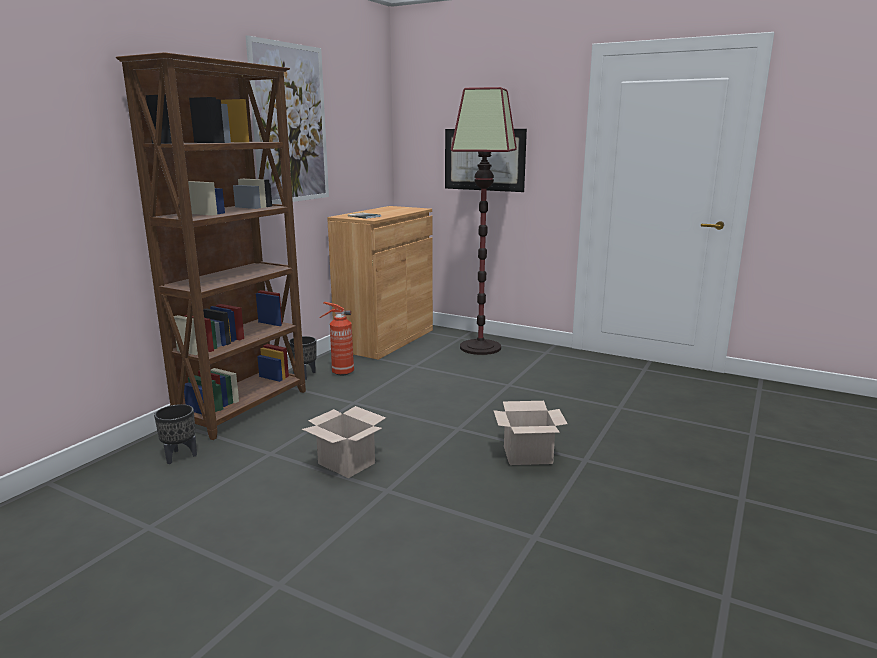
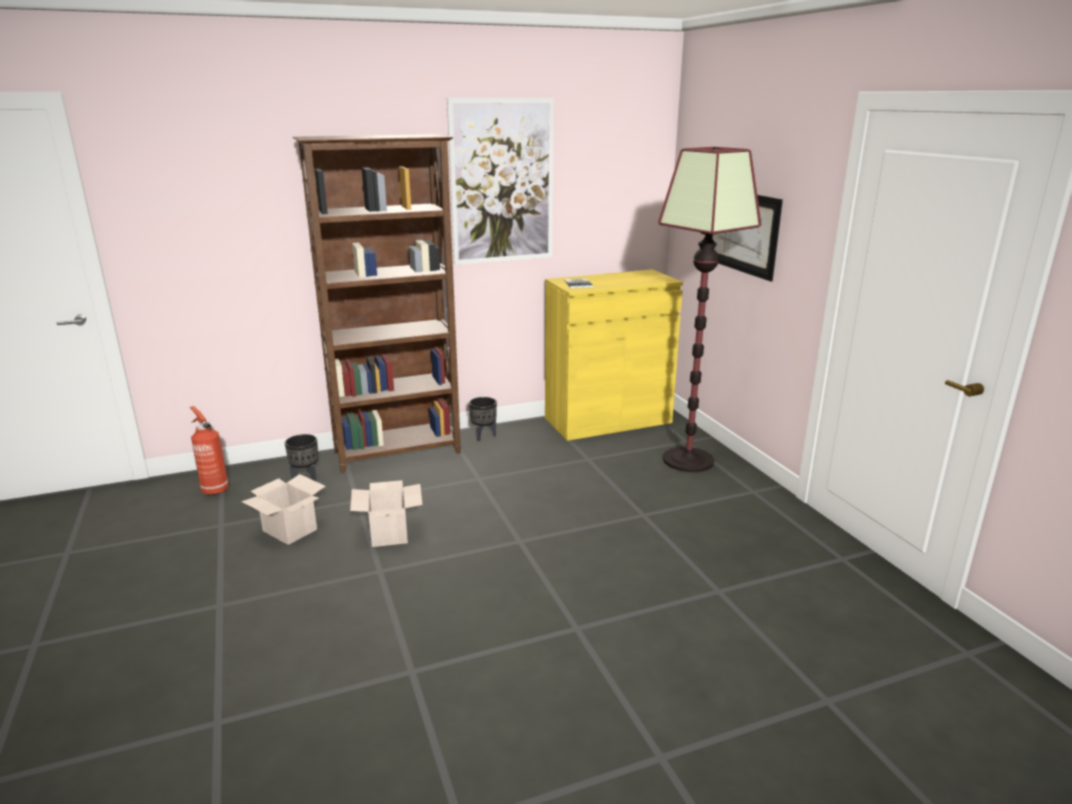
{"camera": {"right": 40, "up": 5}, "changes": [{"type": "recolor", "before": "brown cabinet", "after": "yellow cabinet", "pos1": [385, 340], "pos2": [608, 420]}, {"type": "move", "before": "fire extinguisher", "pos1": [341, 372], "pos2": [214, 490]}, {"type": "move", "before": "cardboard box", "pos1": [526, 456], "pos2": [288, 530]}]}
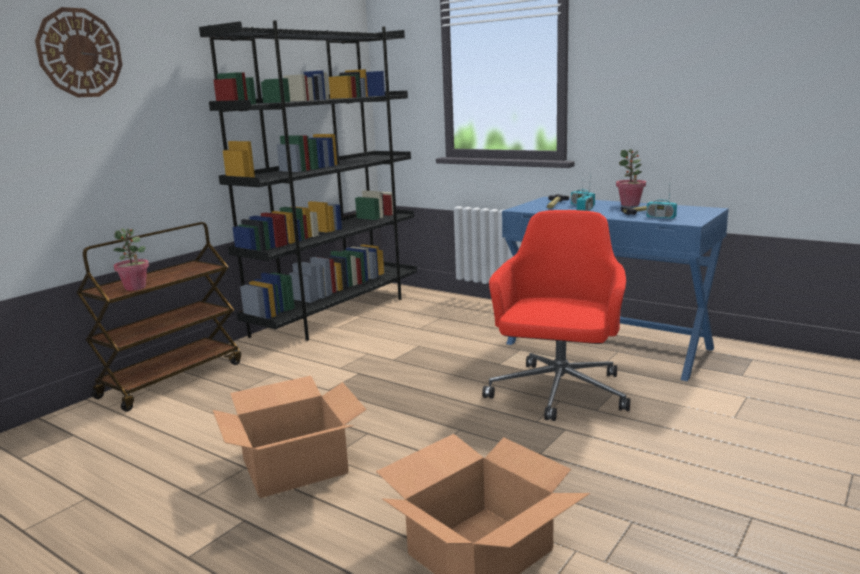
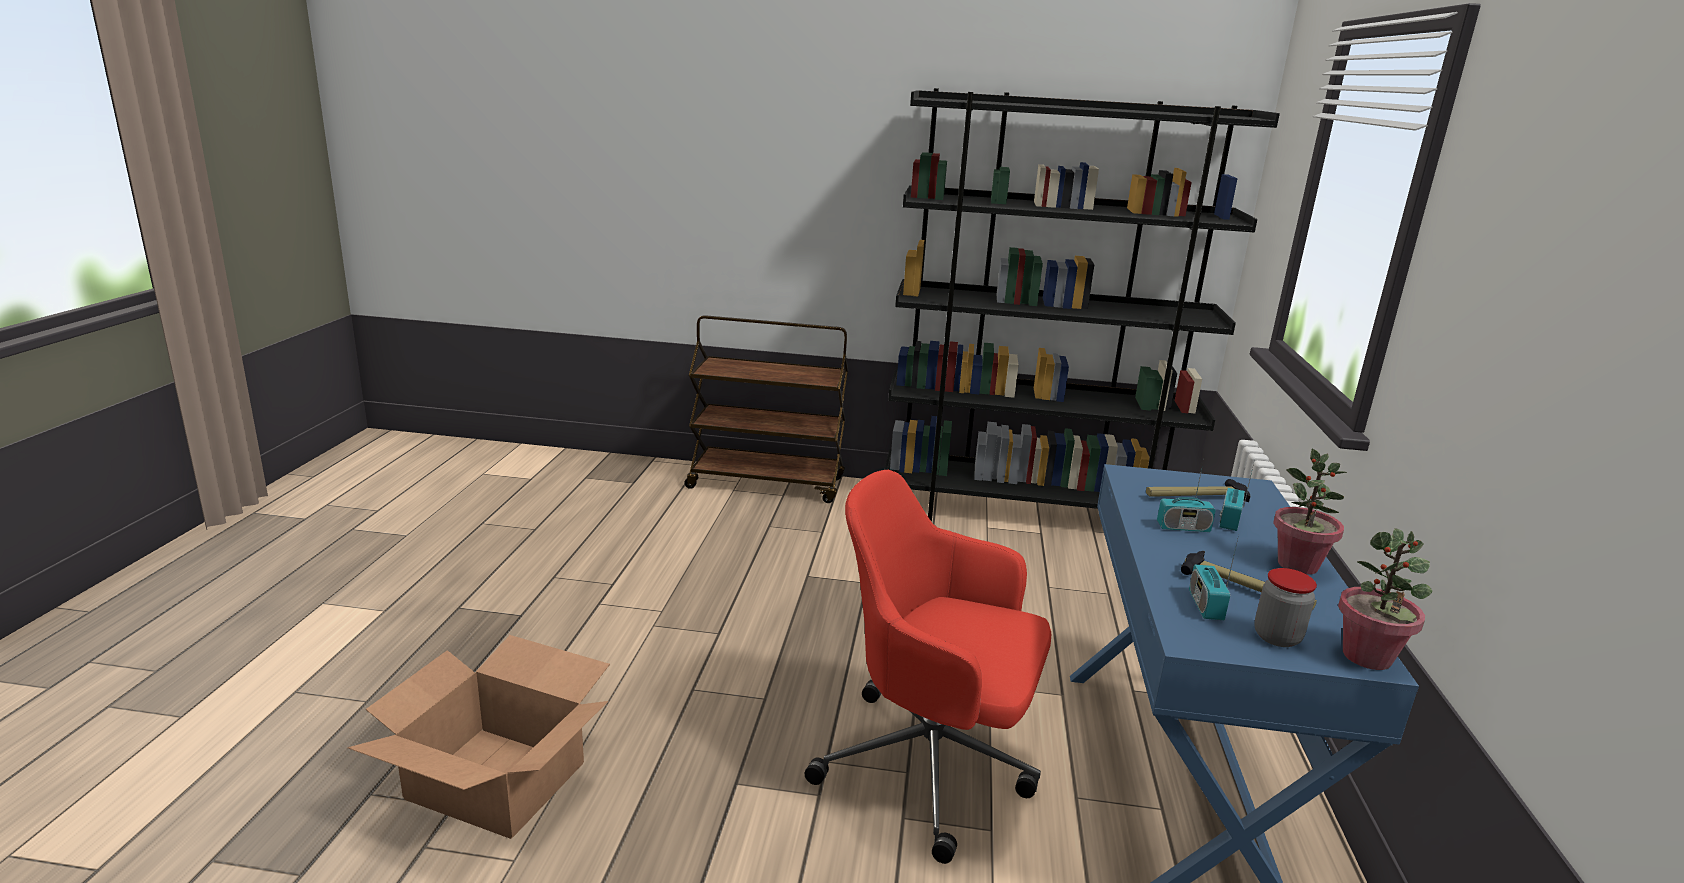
{"camera": {"right": 60, "up": 5}, "changes": [{"type": "delete", "before": "wall clock", "pos1": [79, 53]}, {"type": "rotate", "before": "red office chair", "pos1": [558, 393], "pos2": [932, 766], "turn": -150}, {"type": "move", "before": "potted plant", "pos1": [135, 288], "pos2": [1367, 657]}, {"type": "delete", "before": "cardboard box", "pos1": [294, 466]}, {"type": "insert", "after": "jar", "pos2": [1277, 637]}]}
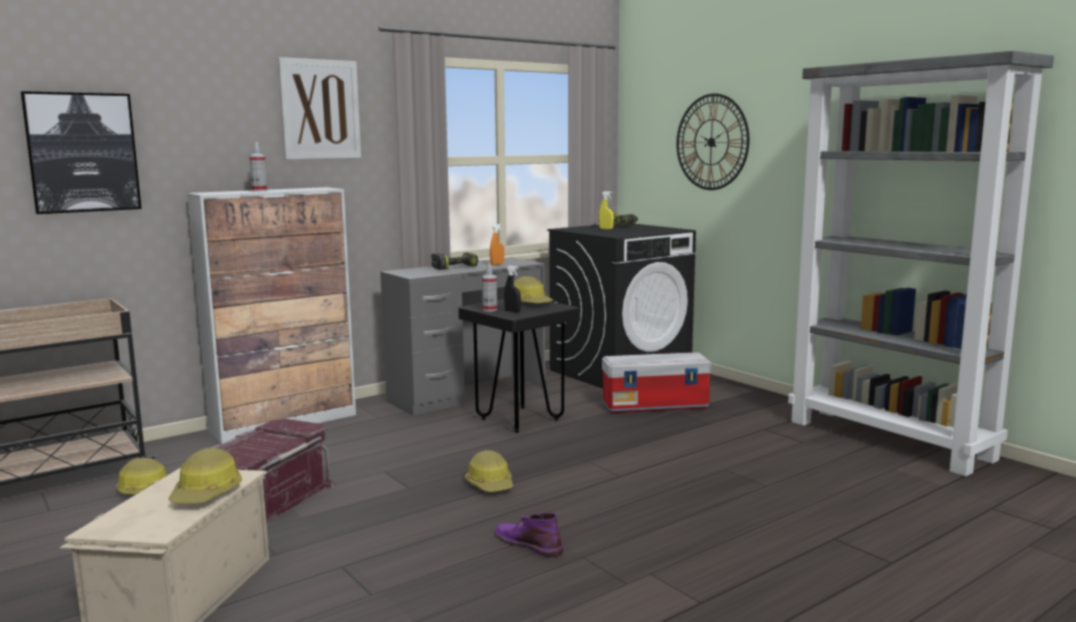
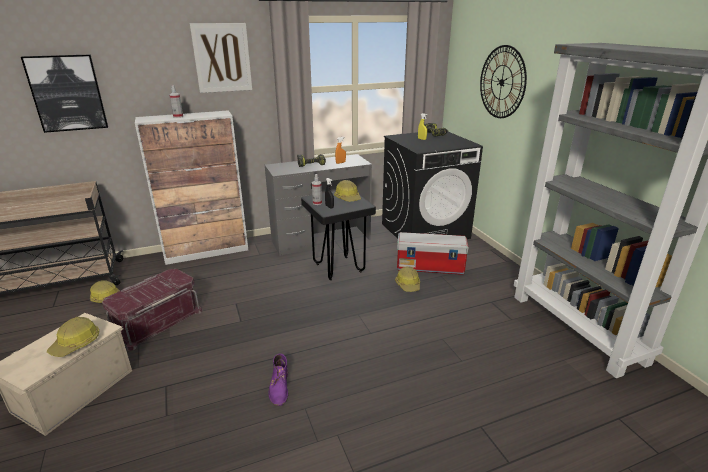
{"camera": {"right": 15, "up": 15}, "changes": [{"type": "move", "before": "hard hat", "pos1": [490, 484], "pos2": [408, 285]}, {"type": "rotate", "before": "purple boot", "pos1": [528, 543], "pos2": [279, 387], "turn": -150}]}
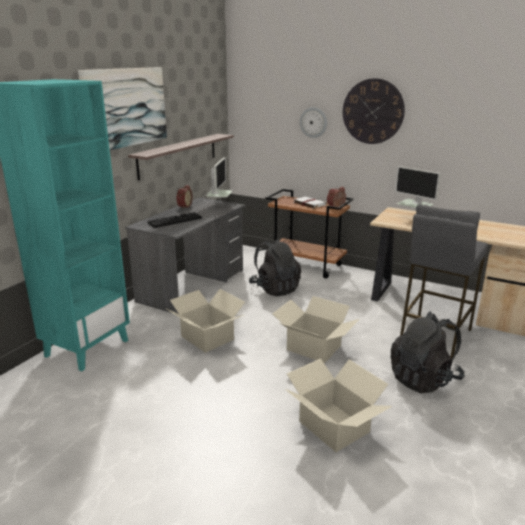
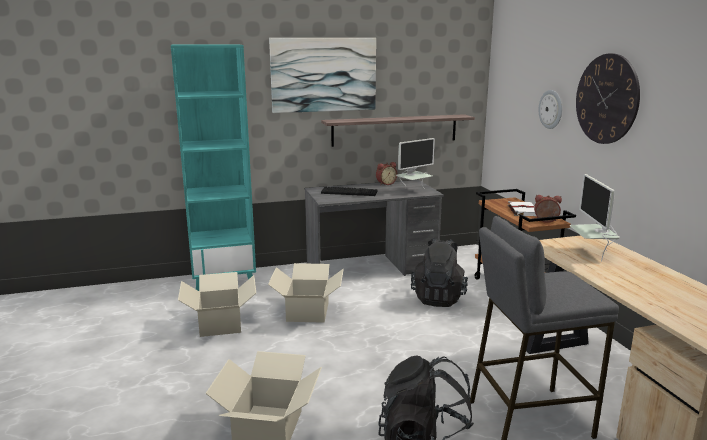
{"camera": {"right": 45, "up": -5}, "changes": [{"type": "move", "before": "cardboard box", "pos1": [314, 347], "pos2": [221, 323]}]}
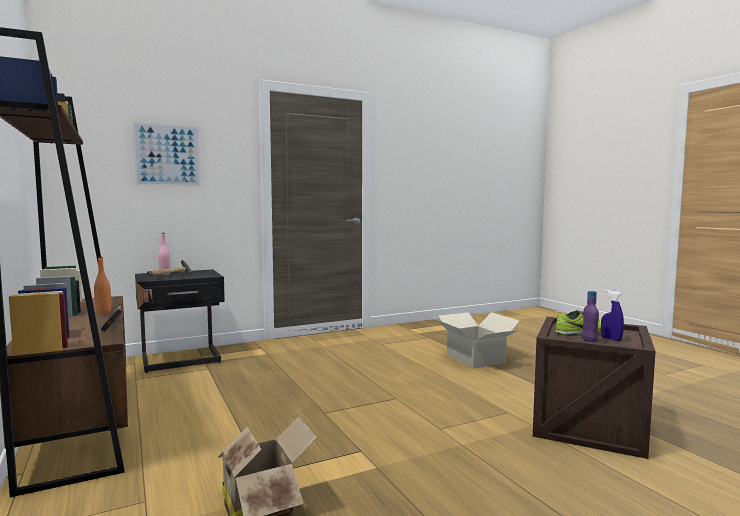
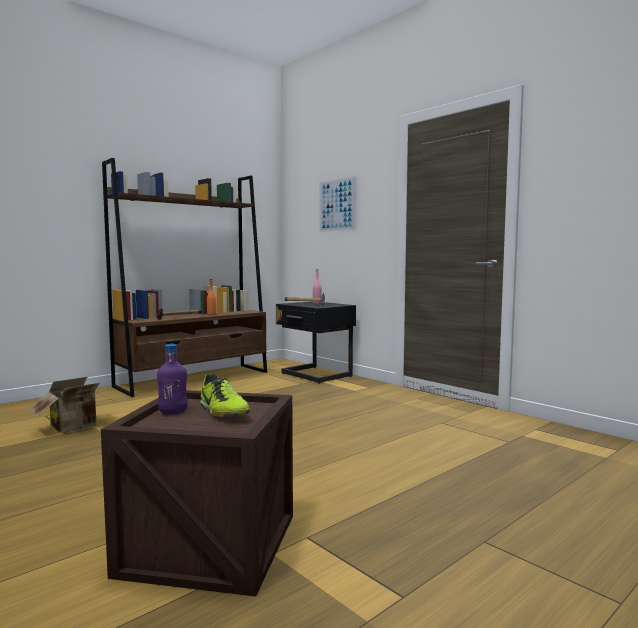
{"camera": {"right": 75, "up": 0}, "changes": [{"type": "delete", "before": "blue spray bottle", "pos1": [611, 339]}, {"type": "delete", "before": "cardboard box", "pos1": [476, 359]}]}
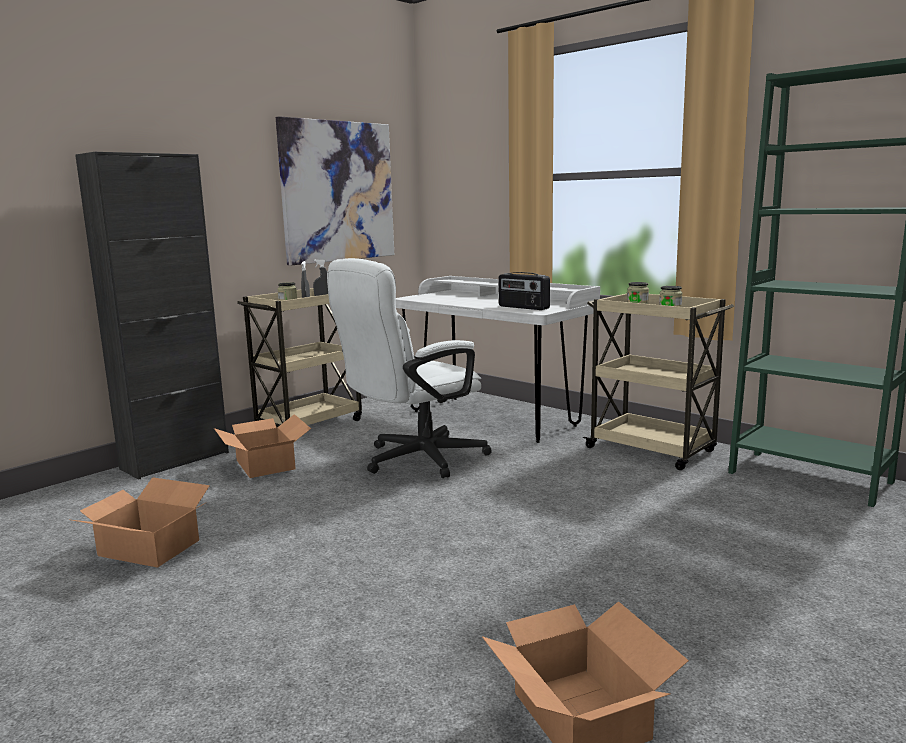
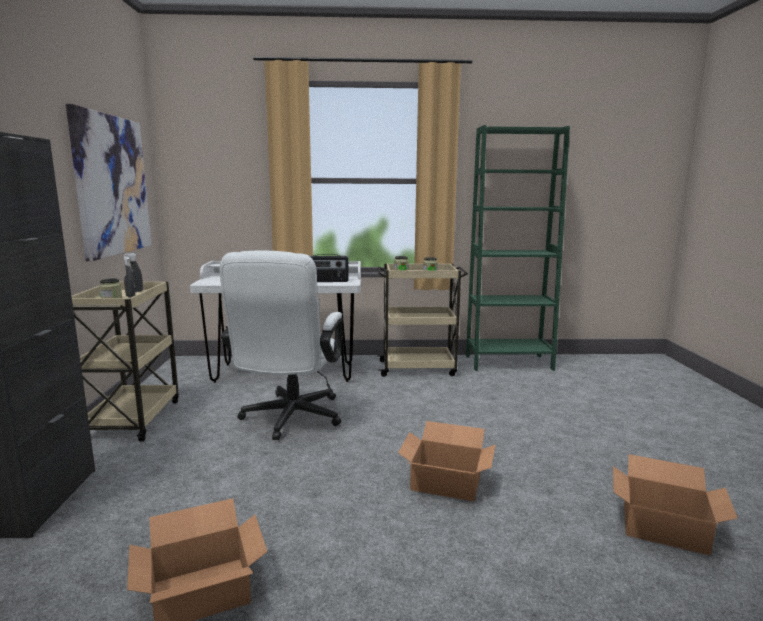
{"camera": {"right": -45, "up": 0}, "changes": [{"type": "move", "before": "cardboard box", "pos1": [266, 464], "pos2": [445, 481]}]}
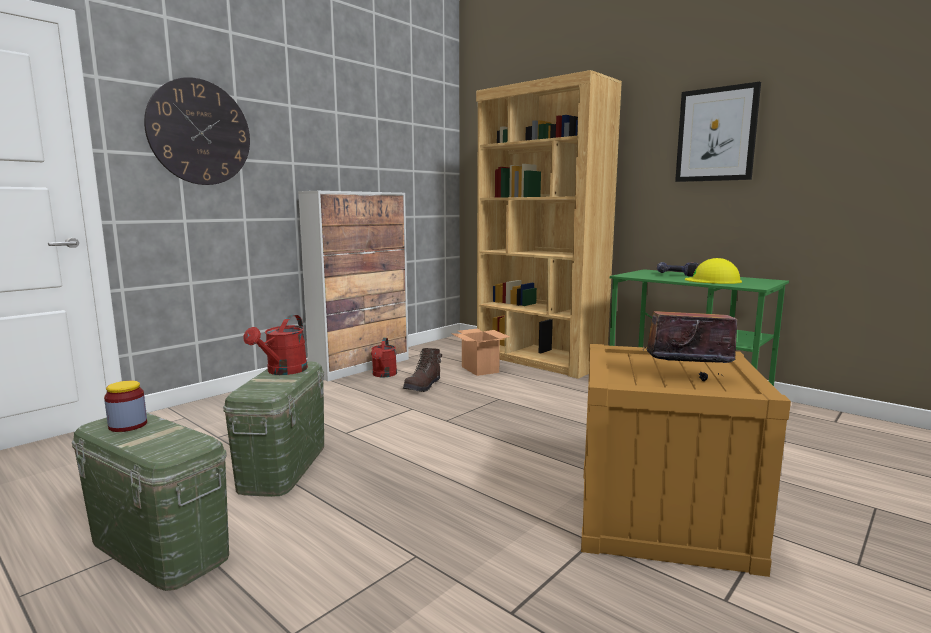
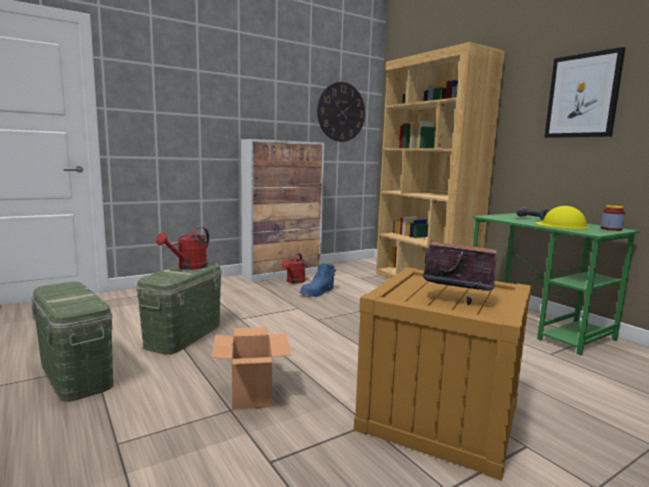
{"camera": {"right": 15, "up": 0}, "changes": [{"type": "move", "before": "wall clock", "pos1": [199, 132], "pos2": [341, 112]}, {"type": "move", "before": "cardboard box", "pos1": [479, 369], "pos2": [251, 393]}, {"type": "recolor", "before": "brown boot", "after": "blue boot", "pos1": [423, 386], "pos2": [318, 293]}, {"type": "move", "before": "jar", "pos1": [128, 425], "pos2": [611, 229]}]}
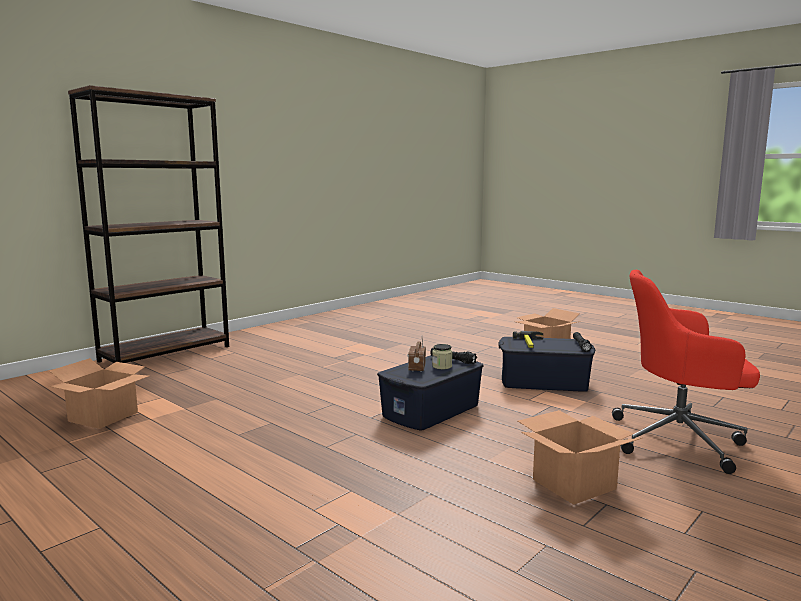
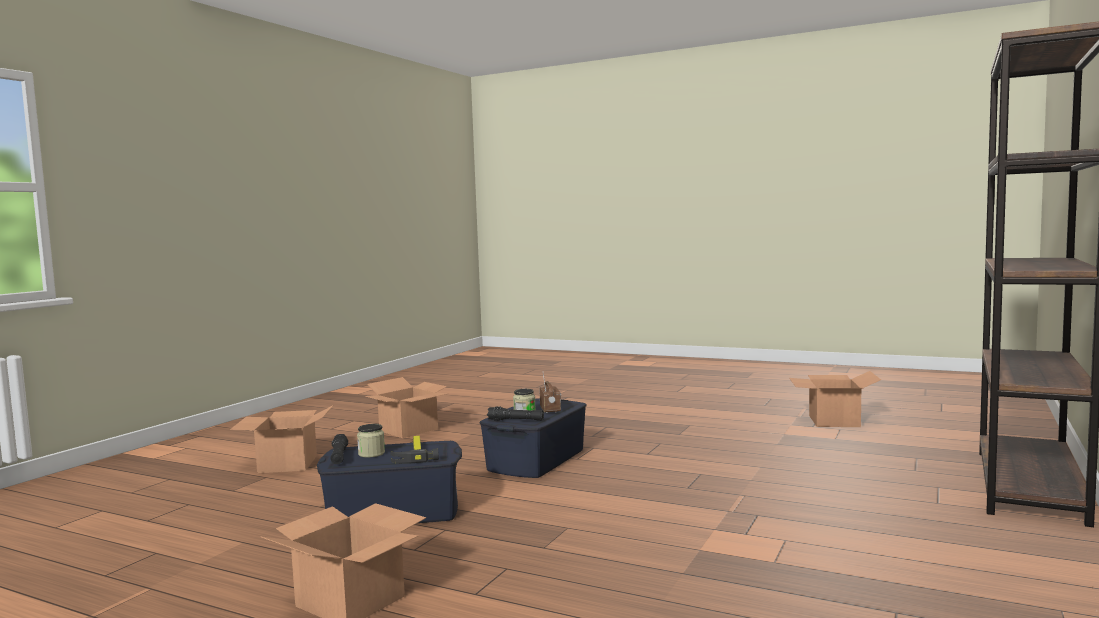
{"camera": {"right": 165, "up": -5}, "changes": [{"type": "replace", "before": "red office chair", "after": "cardboard box", "pos1": [680, 440], "pos2": [288, 464]}, {"type": "insert", "after": "jar", "pos2": [371, 453]}]}
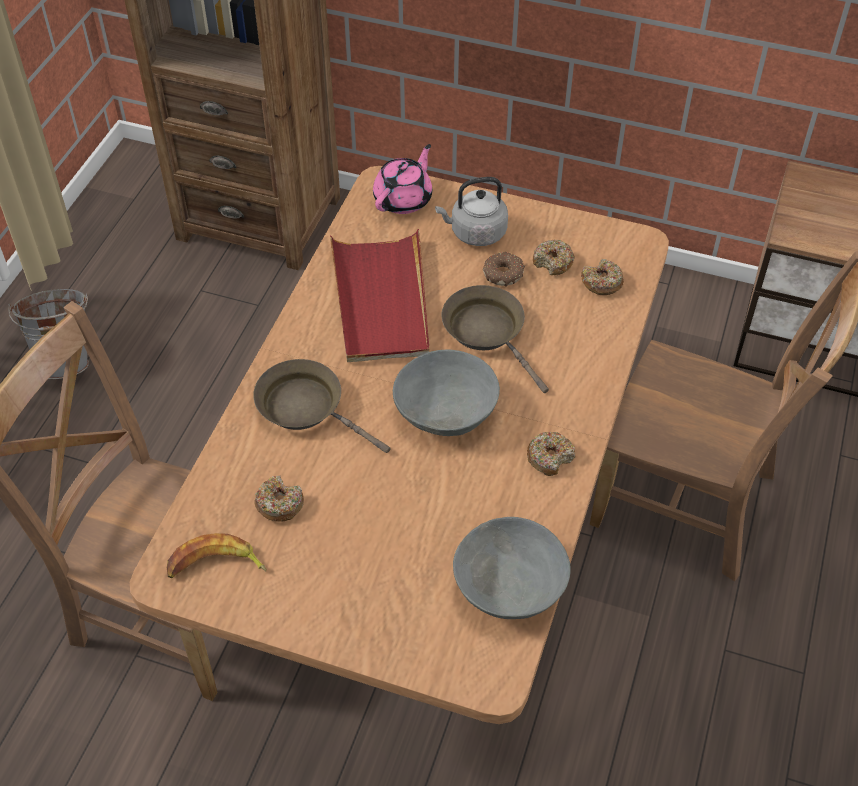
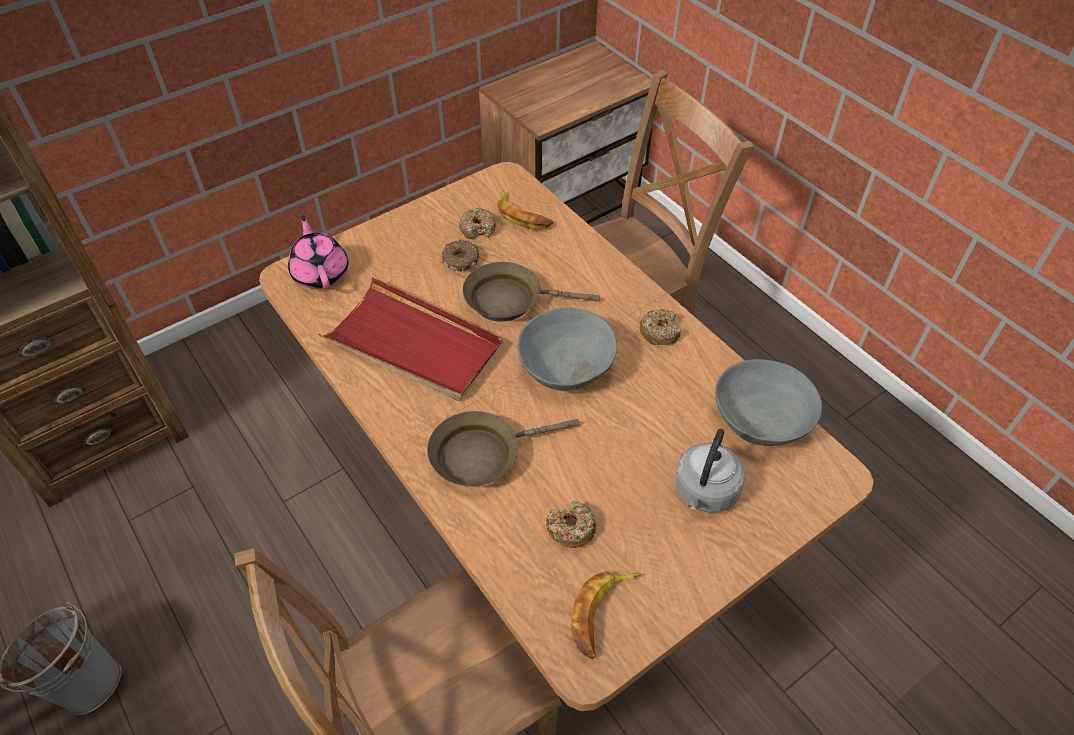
{"camera": {"right": -55, "up": 0}, "changes": [{"type": "move", "before": "grey kettle", "pos1": [475, 233], "pos2": [704, 492]}, {"type": "replace", "before": "donut", "after": "banana", "pos1": [601, 283], "pos2": [522, 215]}]}
